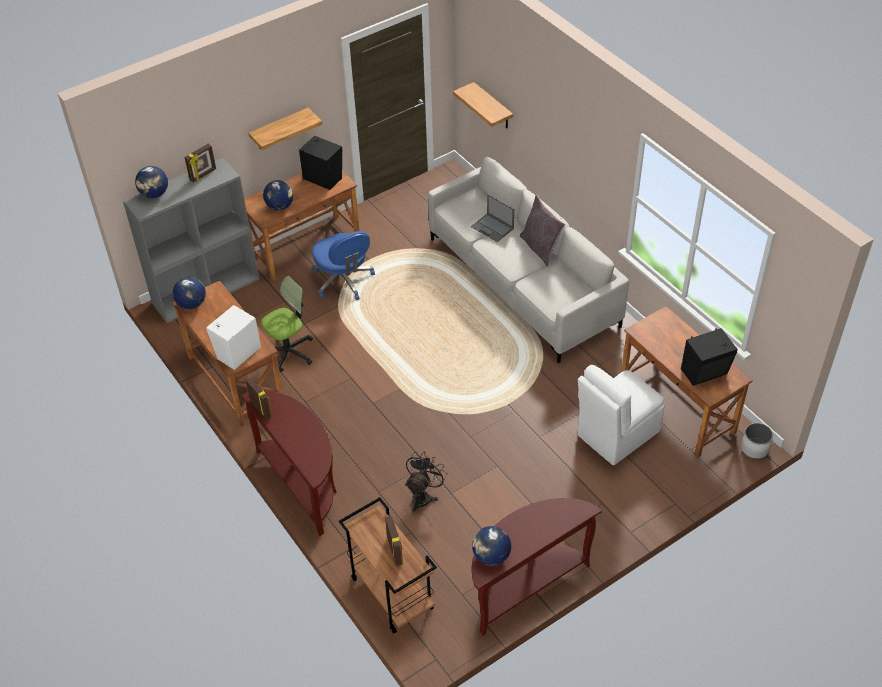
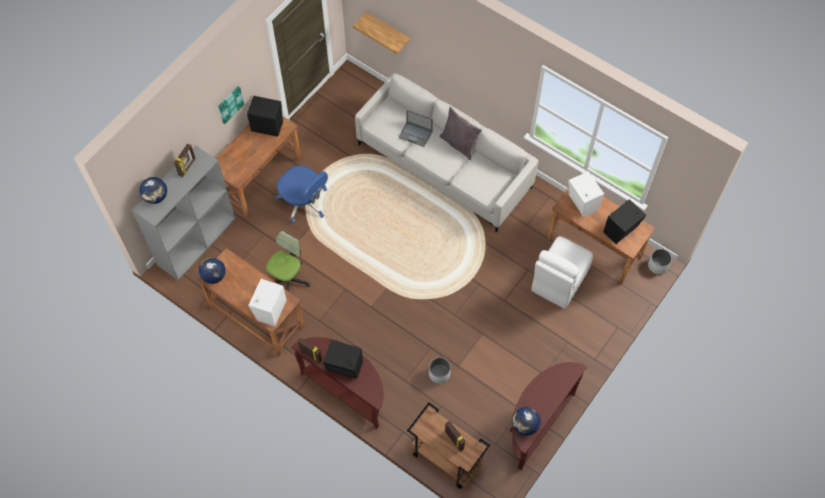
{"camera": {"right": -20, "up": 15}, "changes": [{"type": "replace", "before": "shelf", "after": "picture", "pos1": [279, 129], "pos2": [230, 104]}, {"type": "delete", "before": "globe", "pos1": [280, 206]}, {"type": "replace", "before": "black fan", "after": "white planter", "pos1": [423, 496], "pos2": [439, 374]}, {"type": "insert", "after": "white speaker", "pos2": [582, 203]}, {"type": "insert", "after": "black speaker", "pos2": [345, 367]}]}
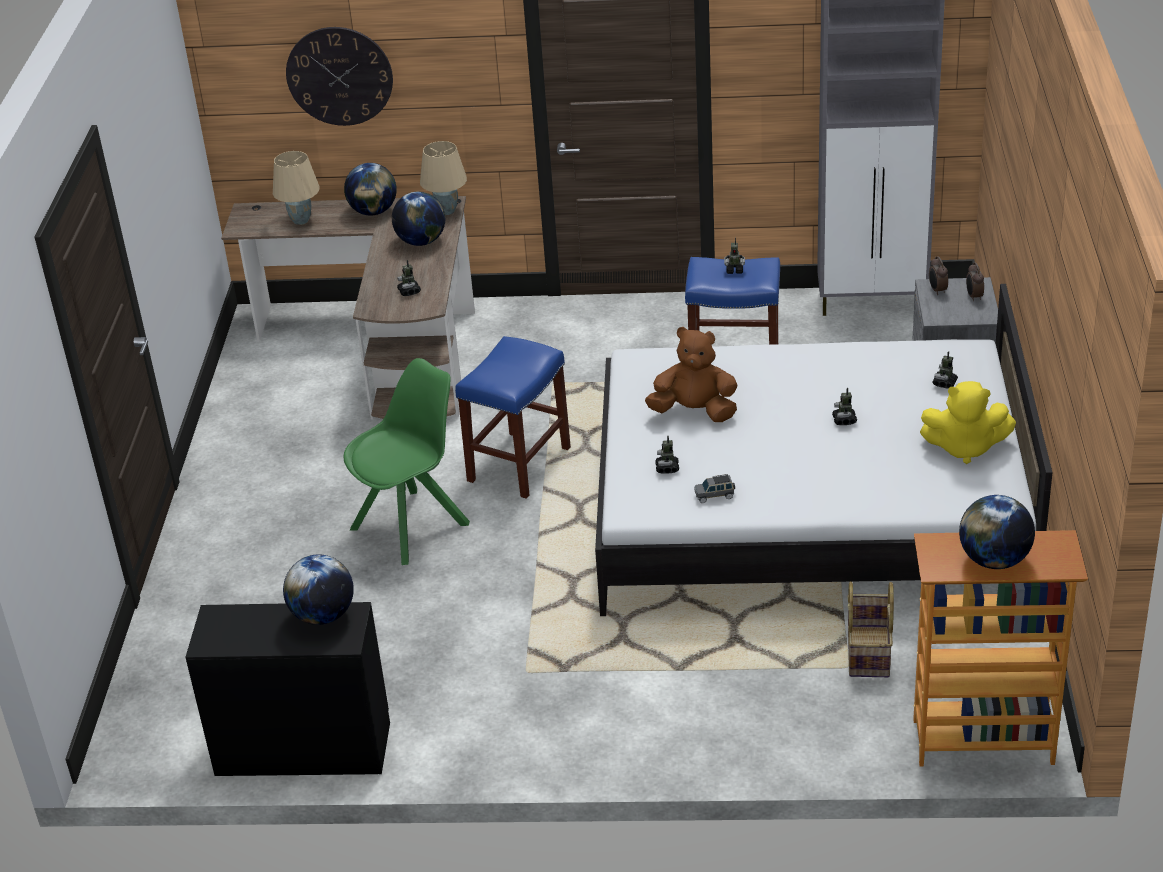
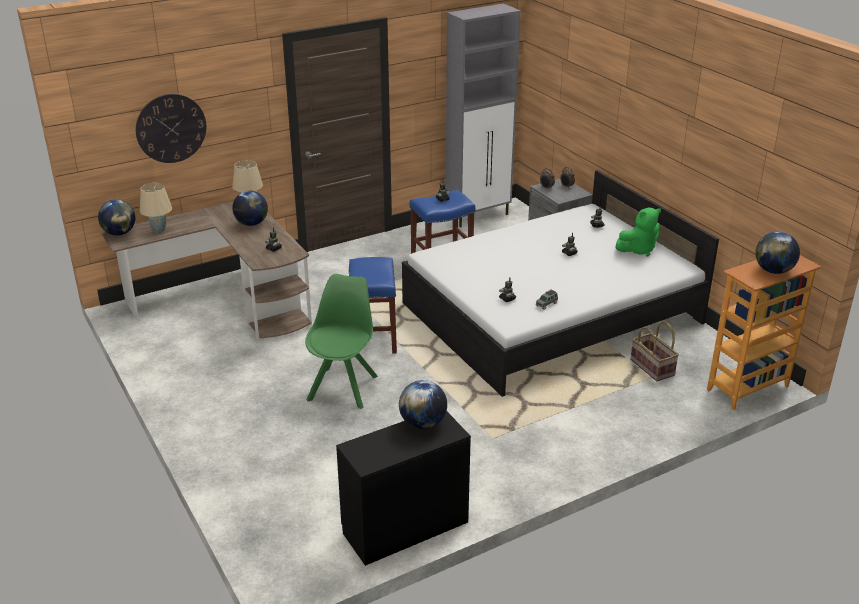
{"camera": {"right": -35, "up": -5}, "changes": [{"type": "move", "before": "globe", "pos1": [373, 212], "pos2": [119, 233]}, {"type": "delete", "before": "brown plush toy", "pos1": [694, 412]}, {"type": "recolor", "before": "yellow plush toy", "after": "green plush toy", "pos1": [964, 447], "pos2": [638, 250]}]}
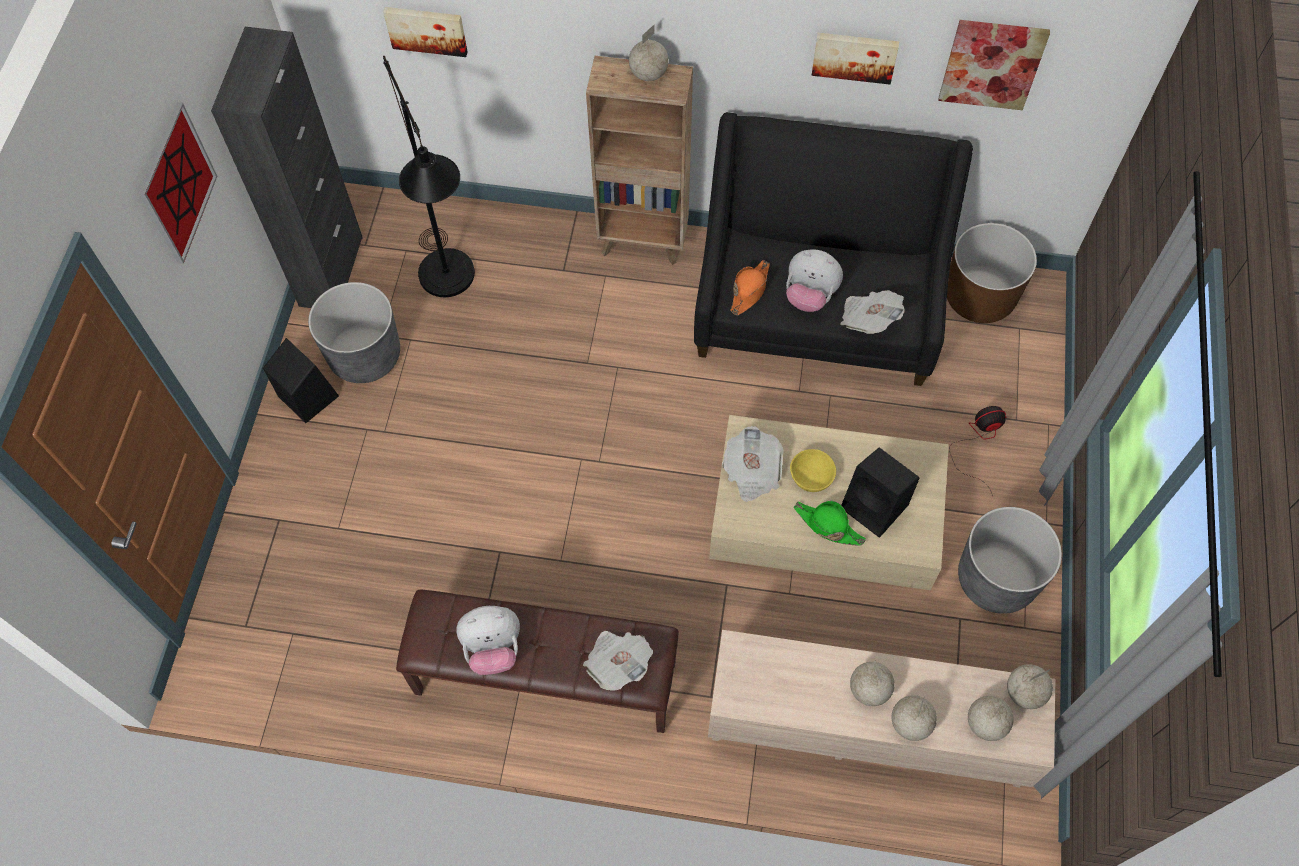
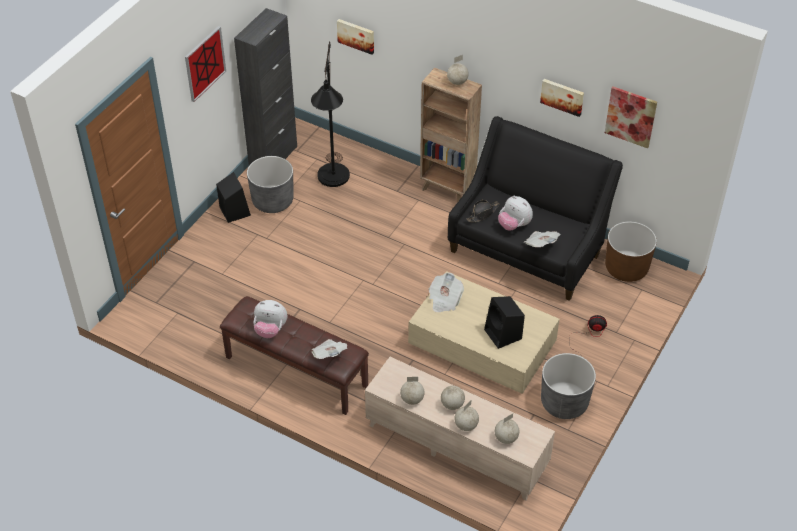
{"camera": {"right": 20, "up": -15}, "changes": [{"type": "recolor", "before": "orange hat", "after": "black hat", "pos1": [750, 290], "pos2": [483, 214]}, {"type": "delete", "before": "yellow bowl", "pos1": [810, 478]}, {"type": "delete", "before": "green hat", "pos1": [828, 526]}, {"type": "move", "before": "globe", "pos1": [1025, 693], "pos2": [412, 400]}]}
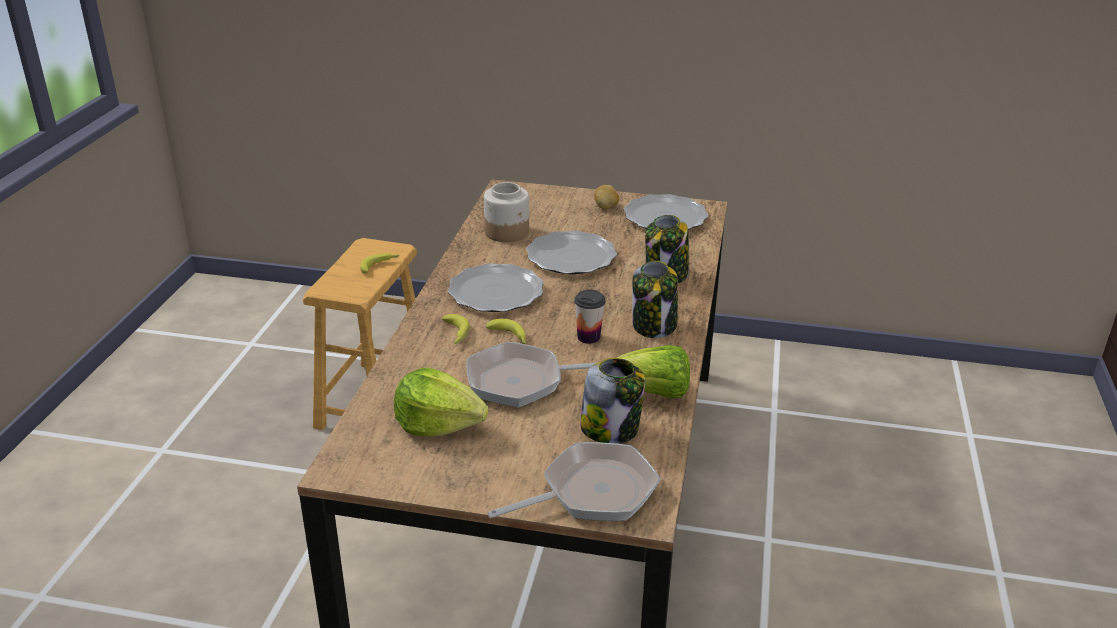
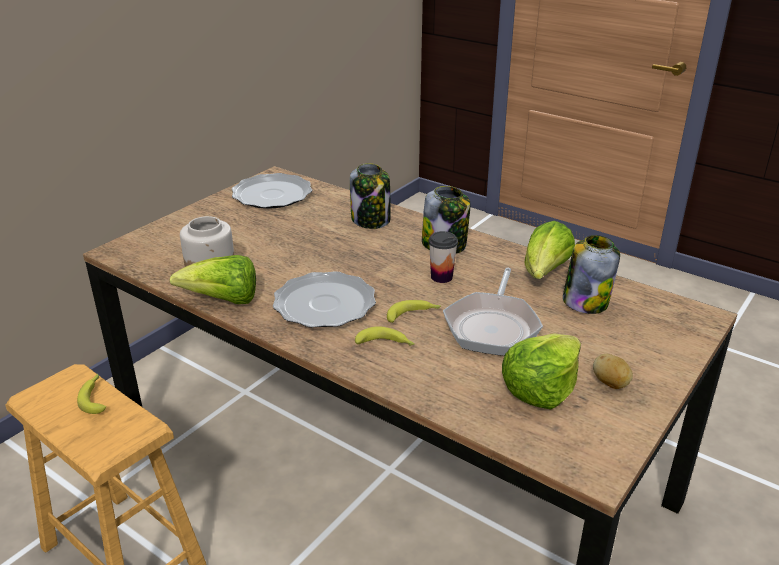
{"camera": {"right": -65, "up": 0}, "changes": [{"type": "move", "before": "potato", "pos1": [606, 207], "pos2": [610, 384]}, {"type": "delete", "before": "plate", "pos1": [570, 257]}, {"type": "delete", "before": "frying pan", "pos1": [591, 492]}, {"type": "insert", "after": "lettuce", "pos2": [223, 301]}]}
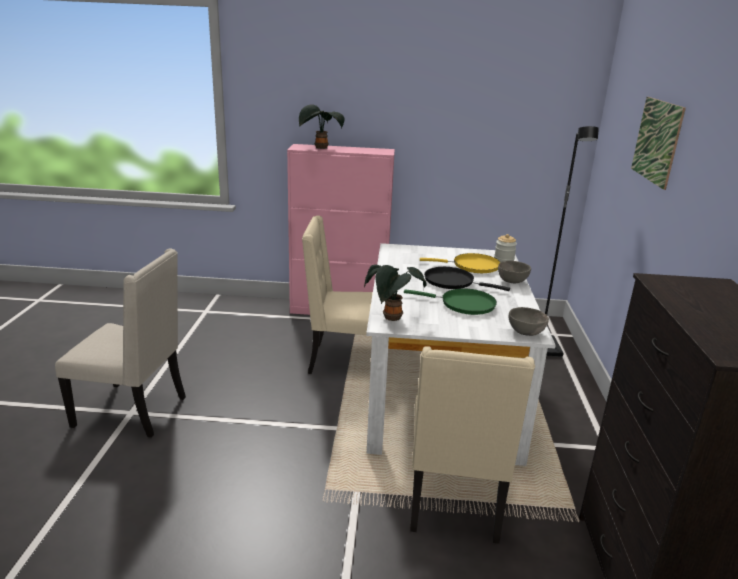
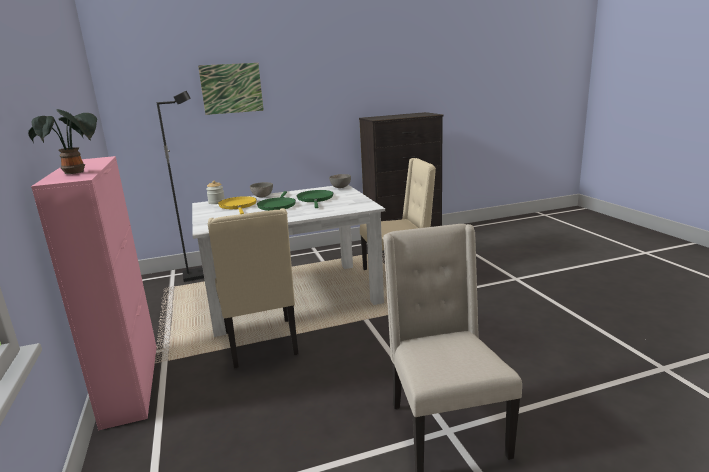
{"camera": {"right": -110, "up": -5}, "changes": [{"type": "delete", "before": "potted plant", "pos1": [392, 319]}, {"type": "recolor", "before": "black frying pan", "after": "green frying pan", "pos1": [452, 282], "pos2": [277, 205]}]}
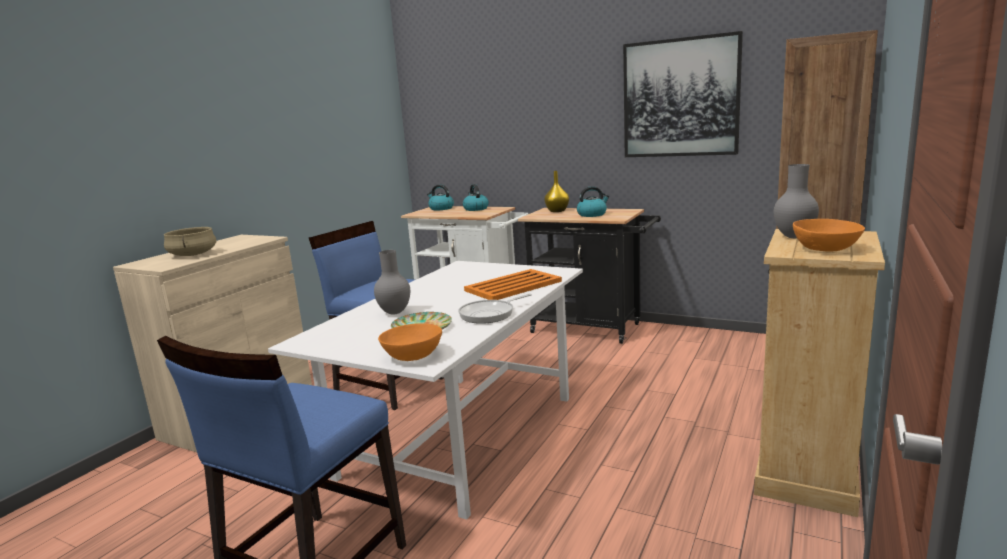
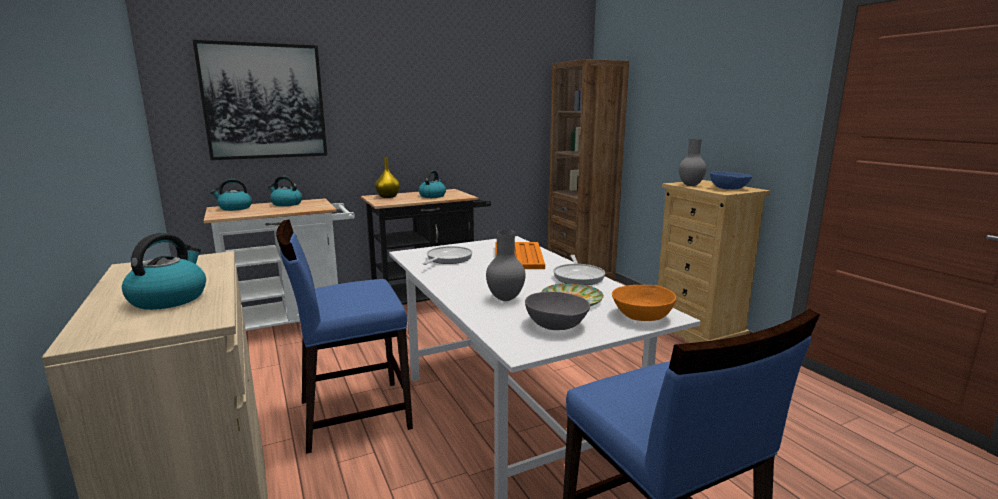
{"camera": {"right": -55, "up": 0}, "changes": [{"type": "move", "before": "picture", "pos1": [680, 98], "pos2": [264, 101]}, {"type": "recolor", "before": "orange bowl", "after": "blue bowl", "pos1": [826, 249], "pos2": [729, 188]}, {"type": "replace", "before": "beige cooking pot", "after": "kettle", "pos1": [192, 255], "pos2": [169, 298]}, {"type": "insert", "after": "frying pan", "pos2": [447, 259]}, {"type": "insert", "after": "grey bowl", "pos2": [556, 324]}]}
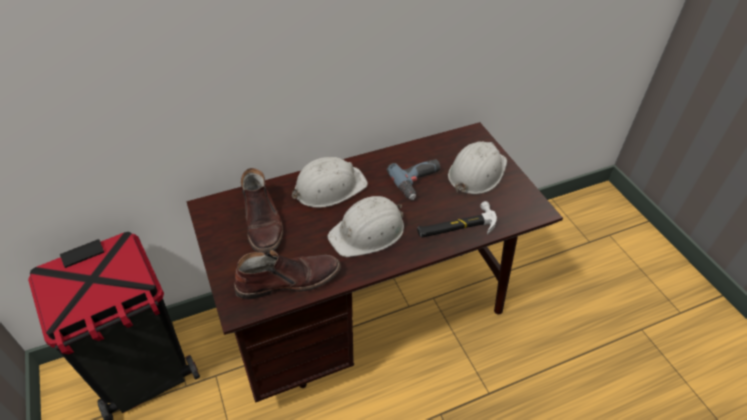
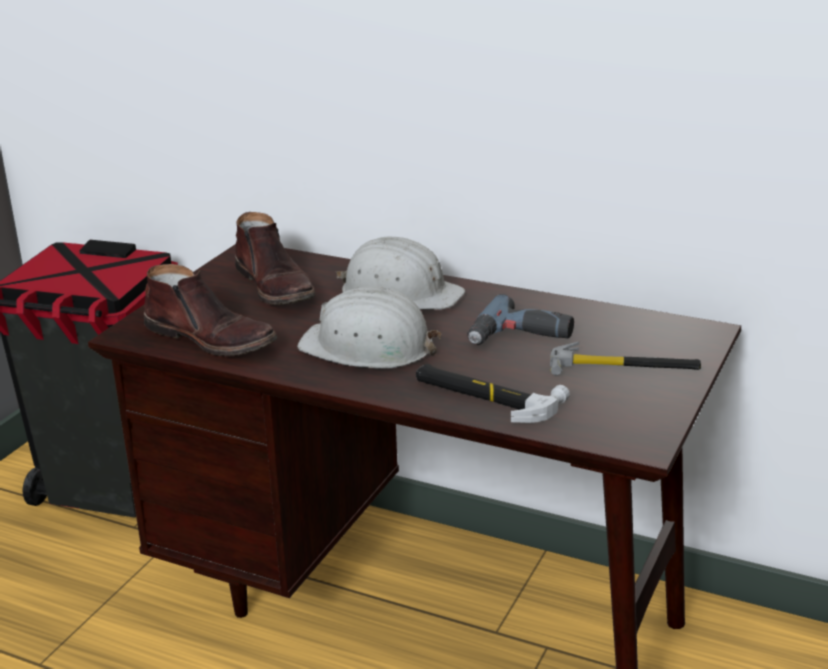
{"camera": {"right": 50, "up": -20}, "changes": [{"type": "replace", "before": "white hard hat", "after": "hammer", "pos1": [476, 172], "pos2": [624, 366]}, {"type": "rotate", "before": "brown boot", "pos1": [263, 222], "pos2": [276, 287], "turn": -60}]}
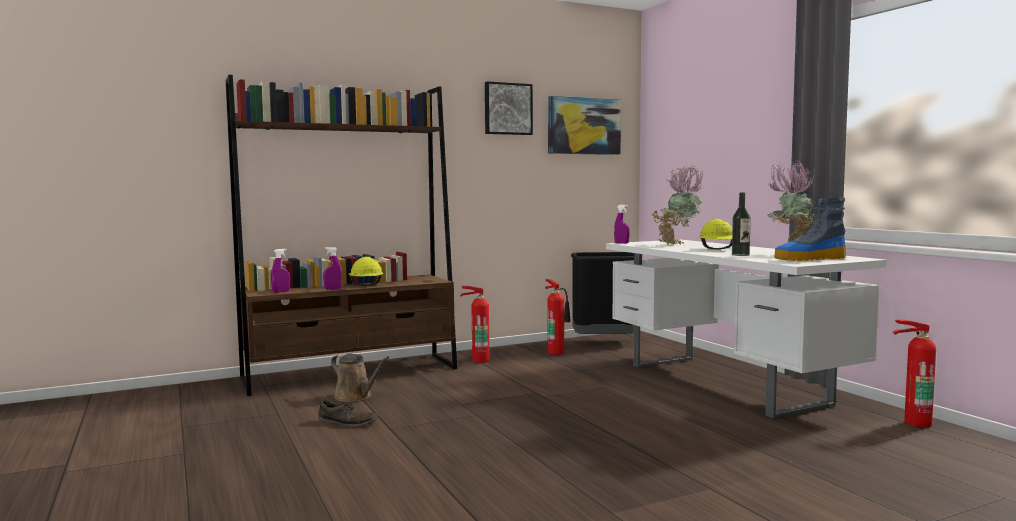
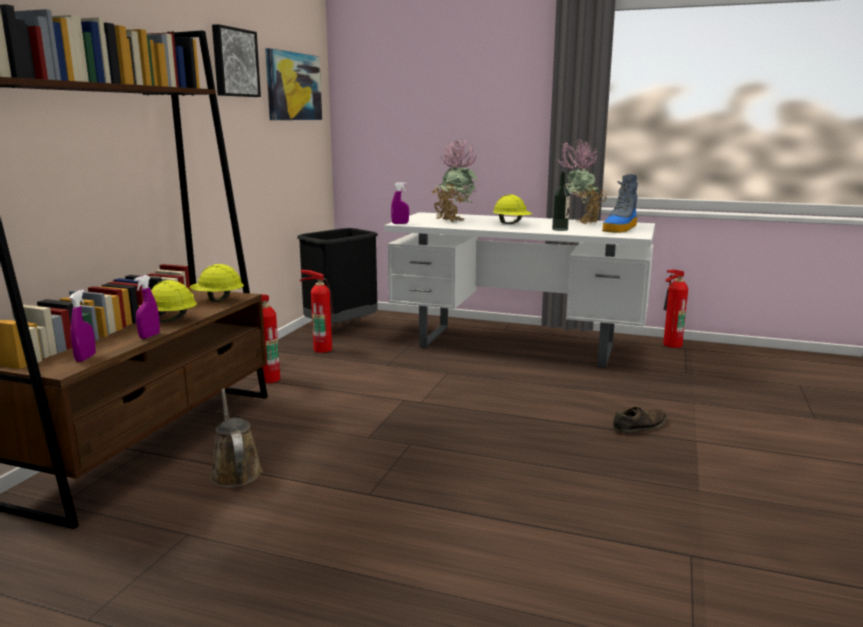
{"camera": {"right": -45, "up": 10}, "changes": [{"type": "rotate", "before": "brown watering can", "pos1": [356, 397], "pos2": [235, 471], "turn": -105}, {"type": "move", "before": "brown shoe", "pos1": [348, 422], "pos2": [639, 426]}, {"type": "insert", "after": "yellow hard hat", "pos2": [217, 300]}]}
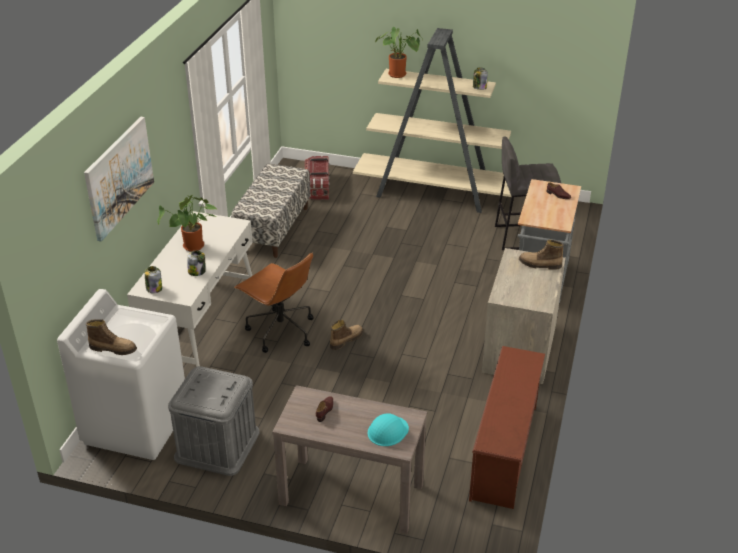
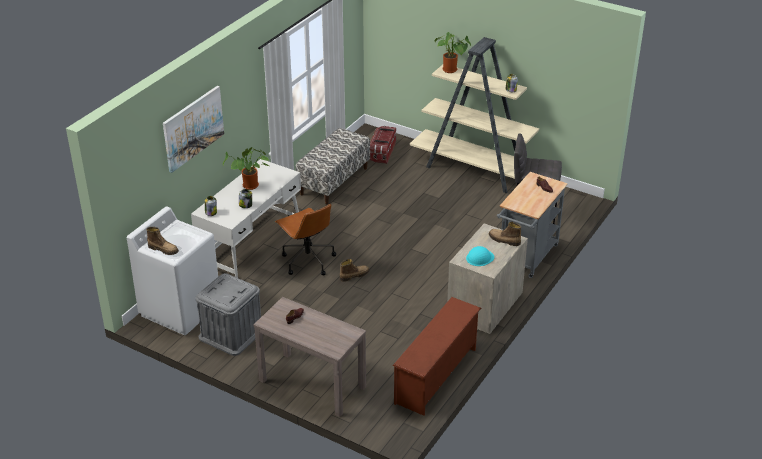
{"camera": {"right": 15, "up": 0}, "changes": [{"type": "move", "before": "turquoise hard hat", "pos1": [387, 431], "pos2": [479, 258]}]}
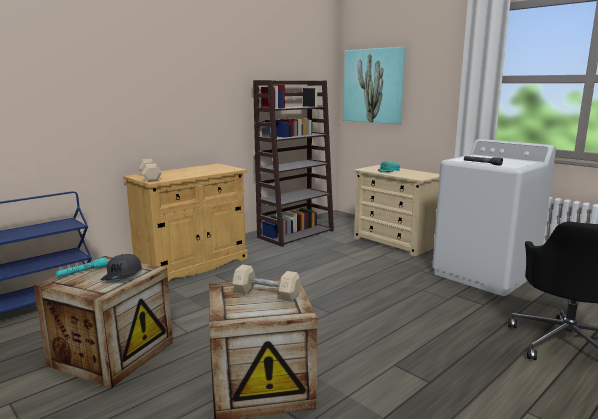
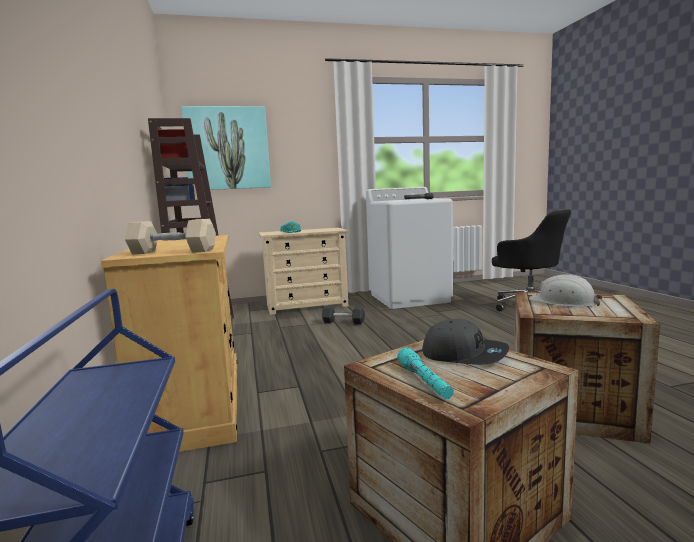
{"camera": {"right": -60, "up": -5}, "changes": [{"type": "replace", "before": "beige dumbbell", "after": "white hard hat", "pos1": [266, 294], "pos2": [563, 302]}, {"type": "insert", "after": "black dumbbell", "pos2": [343, 322]}]}
